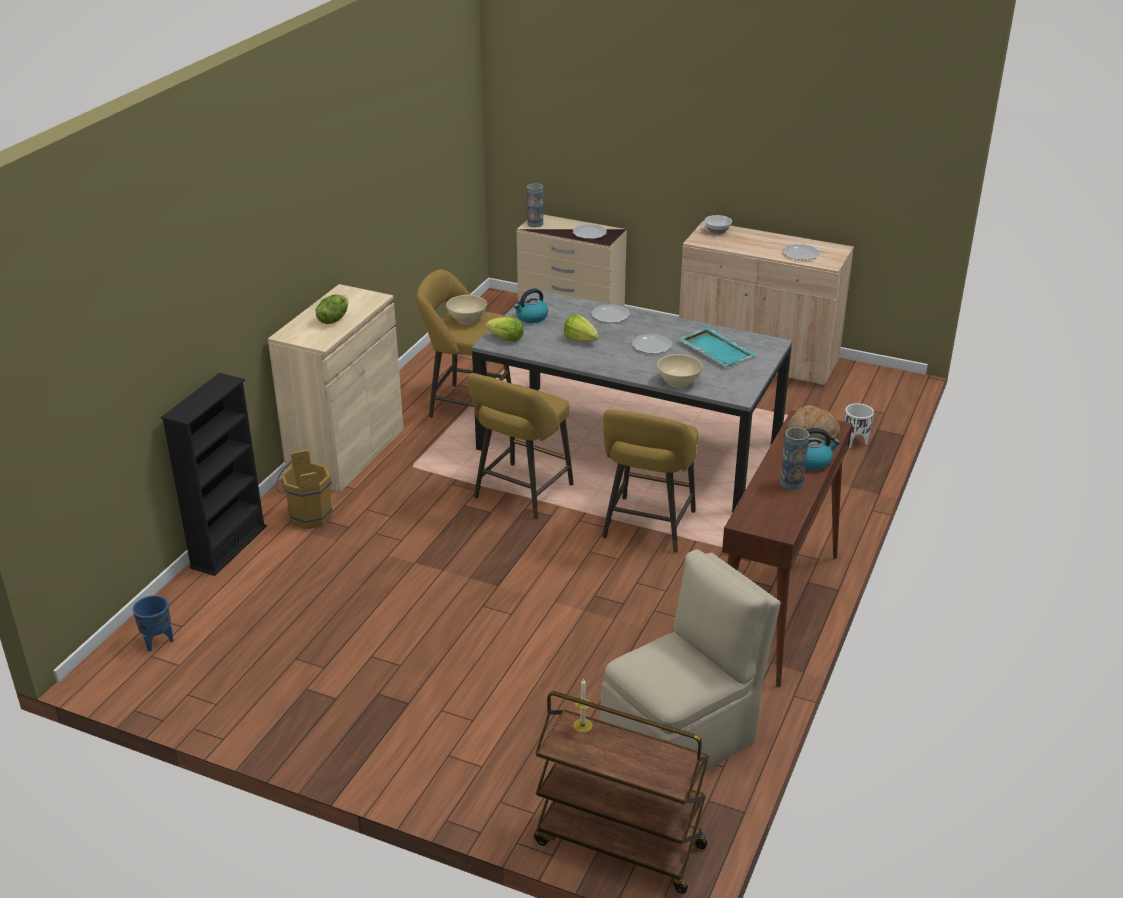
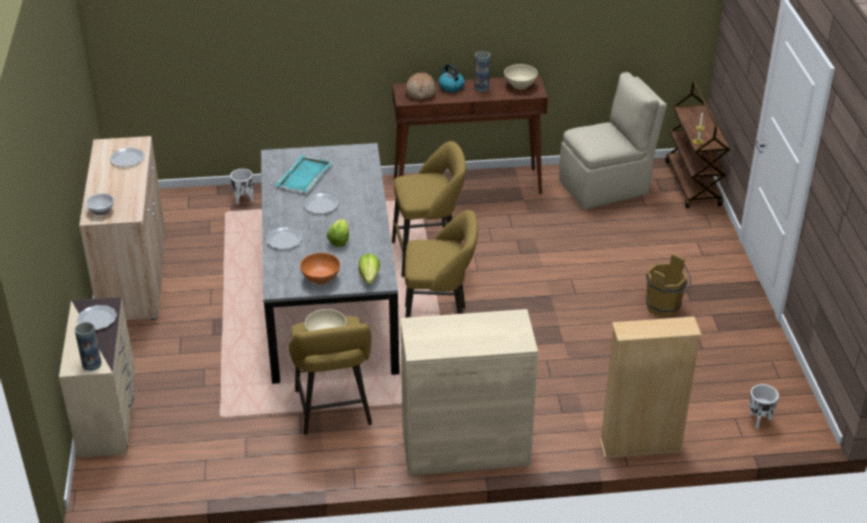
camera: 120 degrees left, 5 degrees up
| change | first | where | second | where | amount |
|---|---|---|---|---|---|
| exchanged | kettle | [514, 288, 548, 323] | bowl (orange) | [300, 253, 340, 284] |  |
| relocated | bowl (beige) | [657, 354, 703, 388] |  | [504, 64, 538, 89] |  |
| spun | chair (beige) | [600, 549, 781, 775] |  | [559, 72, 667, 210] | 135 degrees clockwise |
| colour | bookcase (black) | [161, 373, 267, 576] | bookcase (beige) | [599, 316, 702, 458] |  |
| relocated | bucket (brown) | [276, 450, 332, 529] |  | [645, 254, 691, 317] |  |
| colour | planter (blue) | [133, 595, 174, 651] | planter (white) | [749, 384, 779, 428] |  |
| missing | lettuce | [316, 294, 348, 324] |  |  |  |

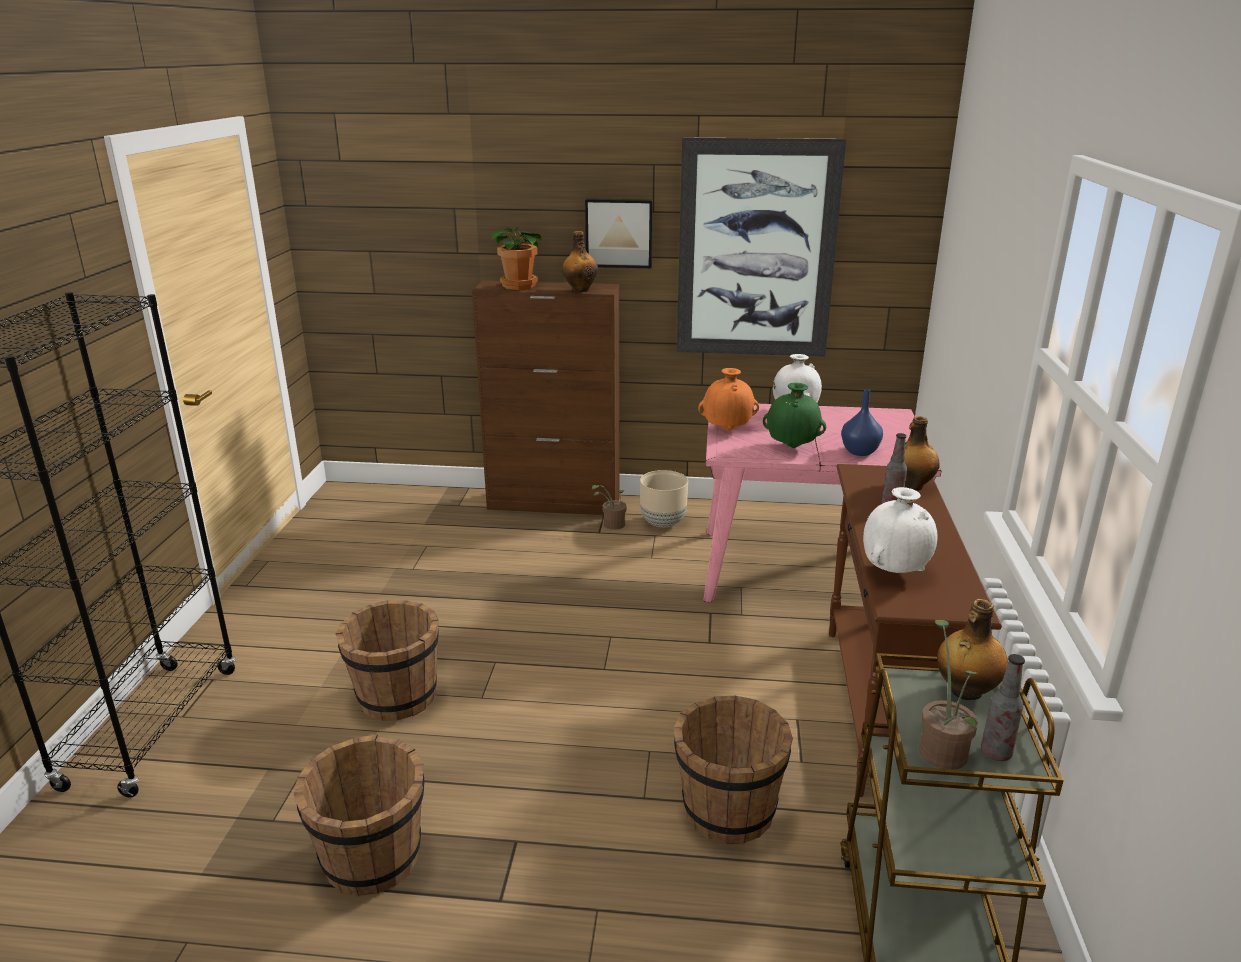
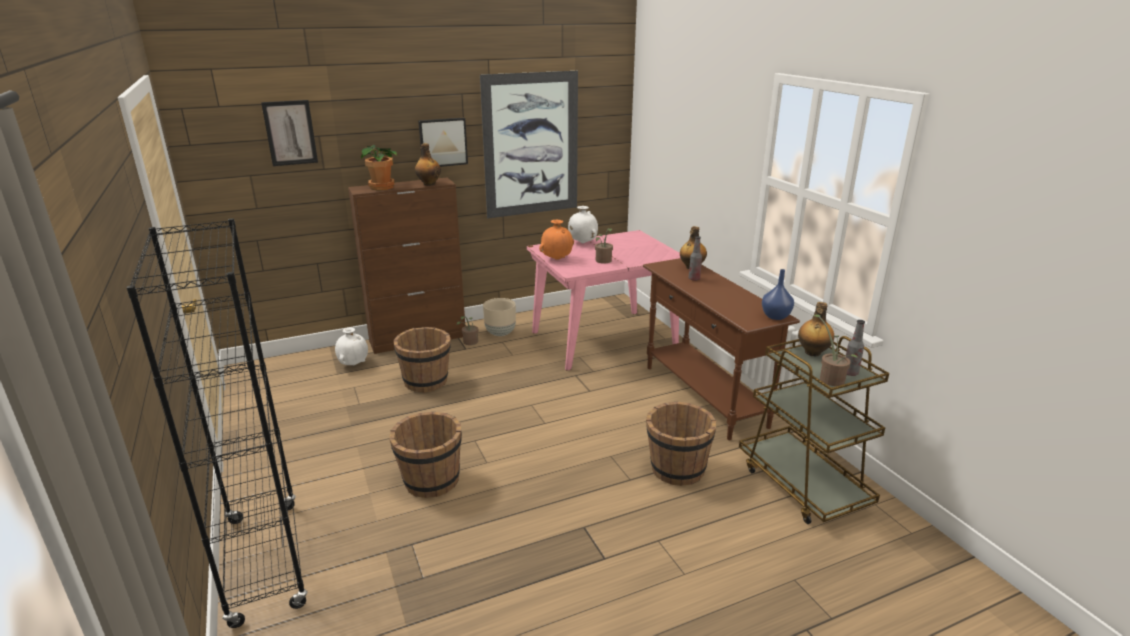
camera: 30 degrees left, 0 degrees up
| change | first | where | second | where | amount |
|---|---|---|---|---|---|
| appeared |  |  | picture | [261, 100, 318, 166] |  |
| relocated | vase (white) | [863, 487, 937, 573] |  | [335, 328, 368, 365] |  |
| relocated | bucket (brown) | [294, 735, 424, 896] |  | [394, 327, 451, 393] |  |
| exchanged | vase (green) | [763, 383, 826, 448] | potted plant | [595, 228, 613, 264] |  |
| relocated | vase (blue) | [841, 389, 883, 456] |  | [762, 269, 794, 320] |  |

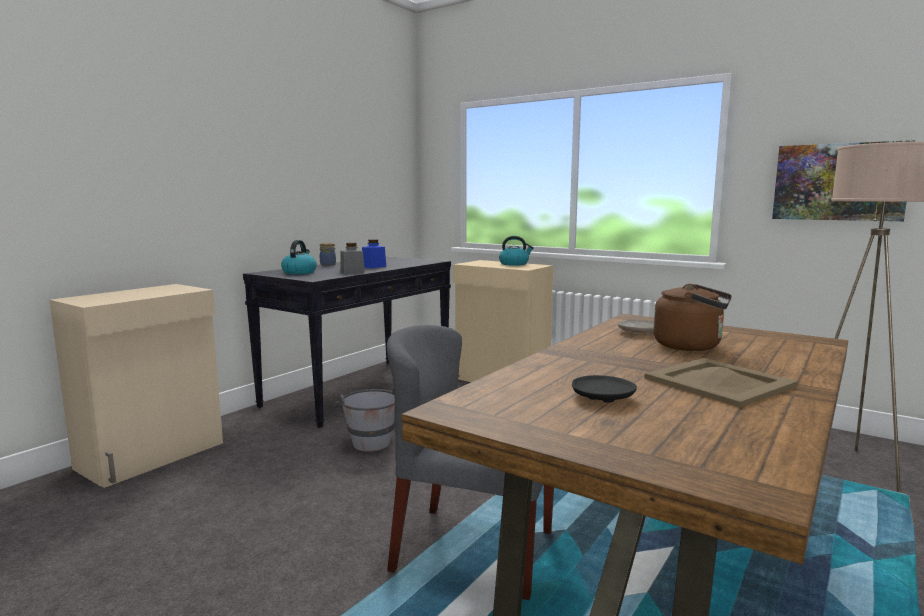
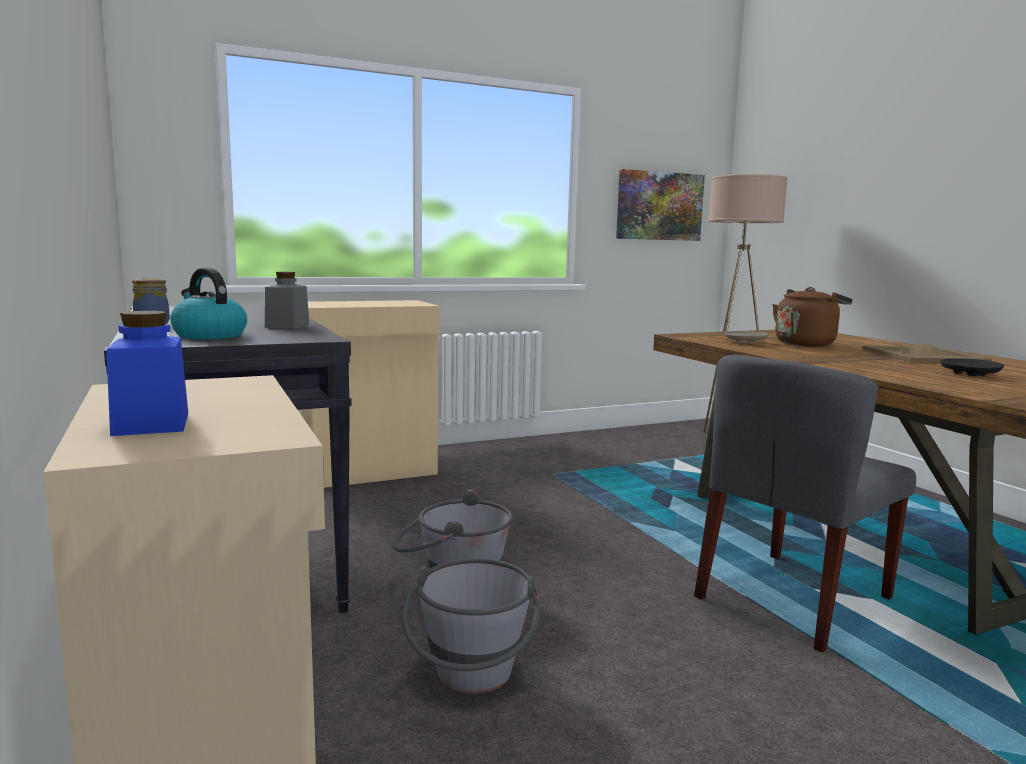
camera: 60 degrees left, 0 degrees up
| change | first | where | second | where | amount |
|---|---|---|---|---|---|
| relocated | jar (blue) | [362, 239, 386, 268] |  | [106, 311, 188, 436] |  |
| appeared |  |  | bucket (grey) | [401, 558, 540, 694] |  |
| missing | kettle | [499, 236, 534, 266] |  |  |  |

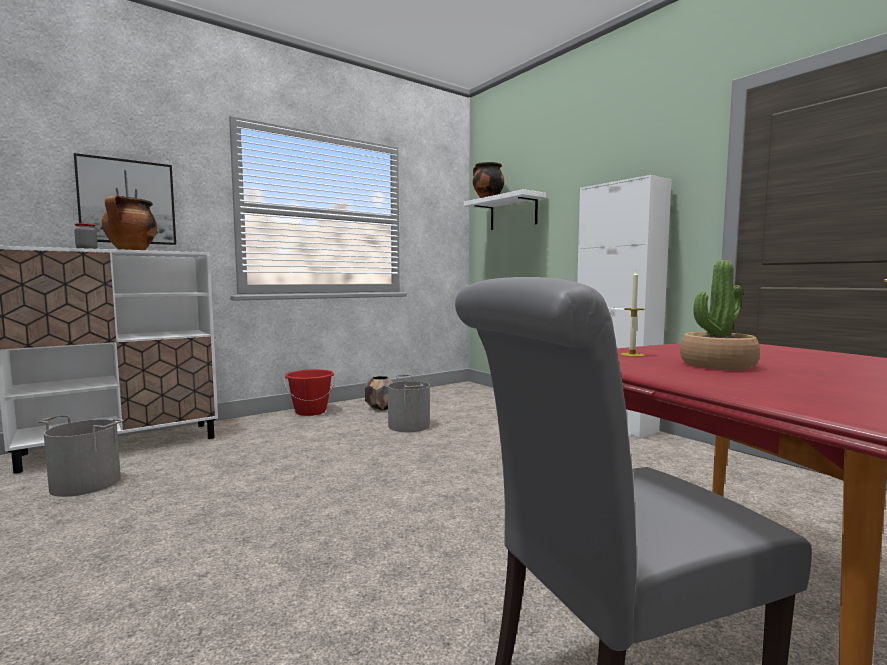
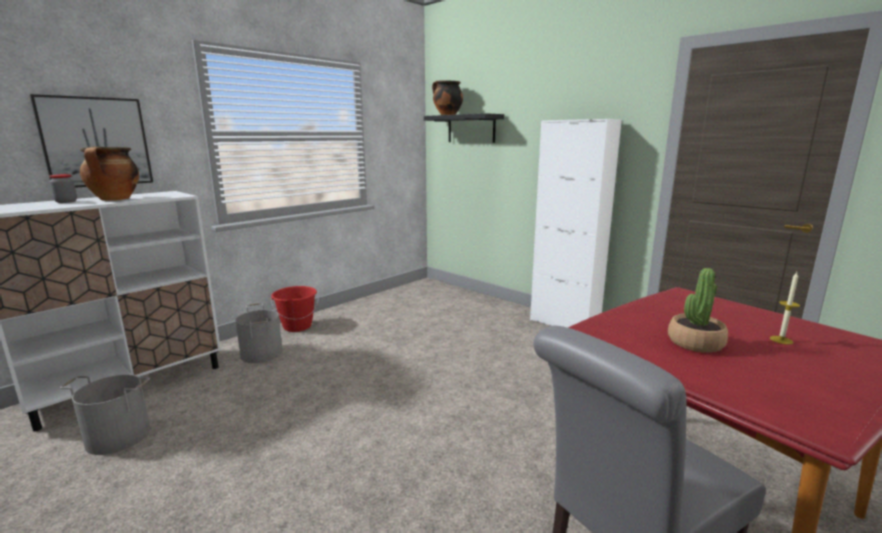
camera: 10 degrees left, 10 degrees up
| change | first | where | second | where | amount |
|---|---|---|---|---|---|
| relocated | bucket (grey) | [388, 374, 430, 432] |  | [235, 303, 282, 363] |  |
| colour | shelf (white) | [463, 189, 546, 230] | shelf (black) | [424, 113, 504, 143] |  |
| relocated | candle | [620, 270, 645, 357] |  | [770, 272, 800, 345] |  |
| missing | planter (brown) | [365, 376, 394, 411] |  |  |  |

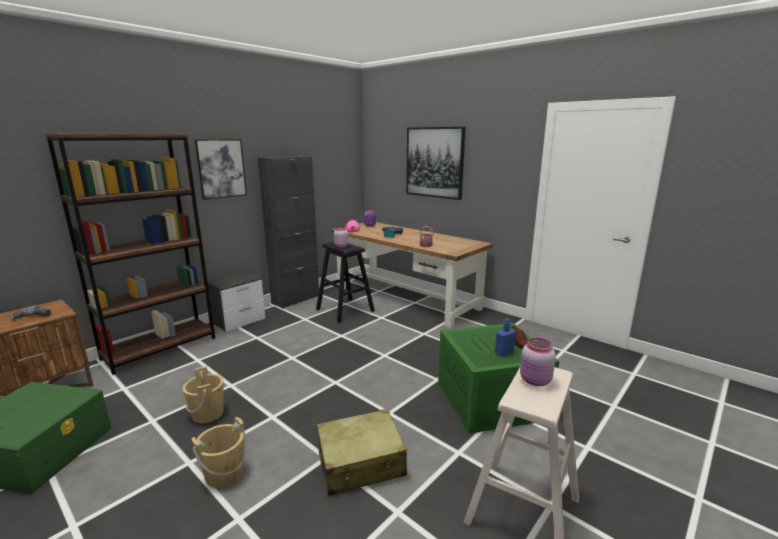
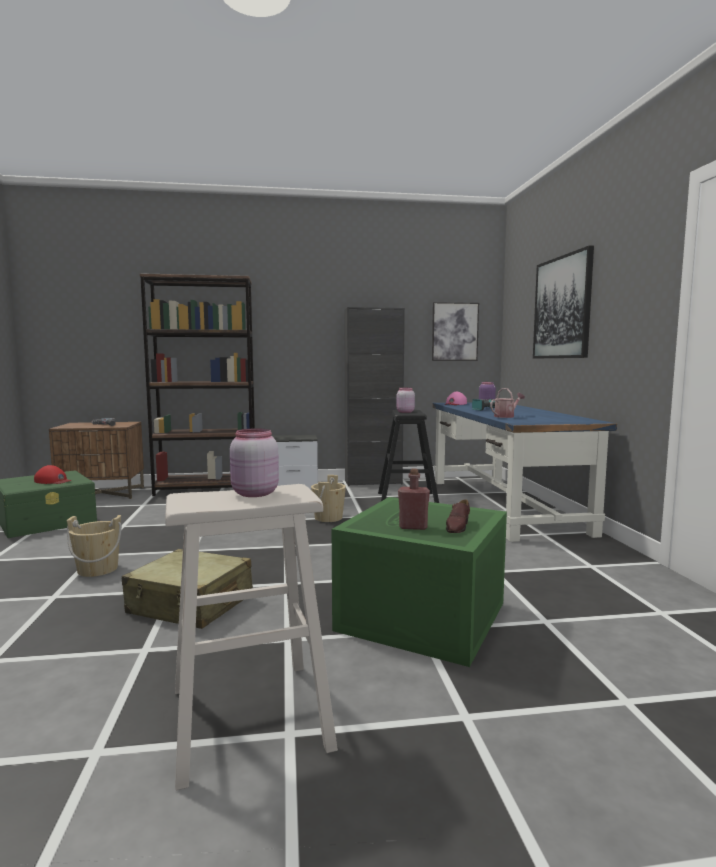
camera: 40 degrees right, 10 degrees down
| change | first | where | second | where | amount |
|---|---|---|---|---|---|
| appeared |  |  | cap (red) | [34, 465, 72, 484] |  |
| relocated | bucket (beige) | [182, 366, 223, 423] |  | [311, 475, 346, 522] |  |
| colour | bottle (blue) | [495, 318, 516, 357] | bottle (red) | [398, 469, 430, 530] |  |
| relocated | picture | [195, 139, 247, 200] |  | [432, 302, 479, 361] |  |
| colour | desk (brown) | [331, 222, 493, 328] | desk (blue) | [432, 402, 617, 542] |  |

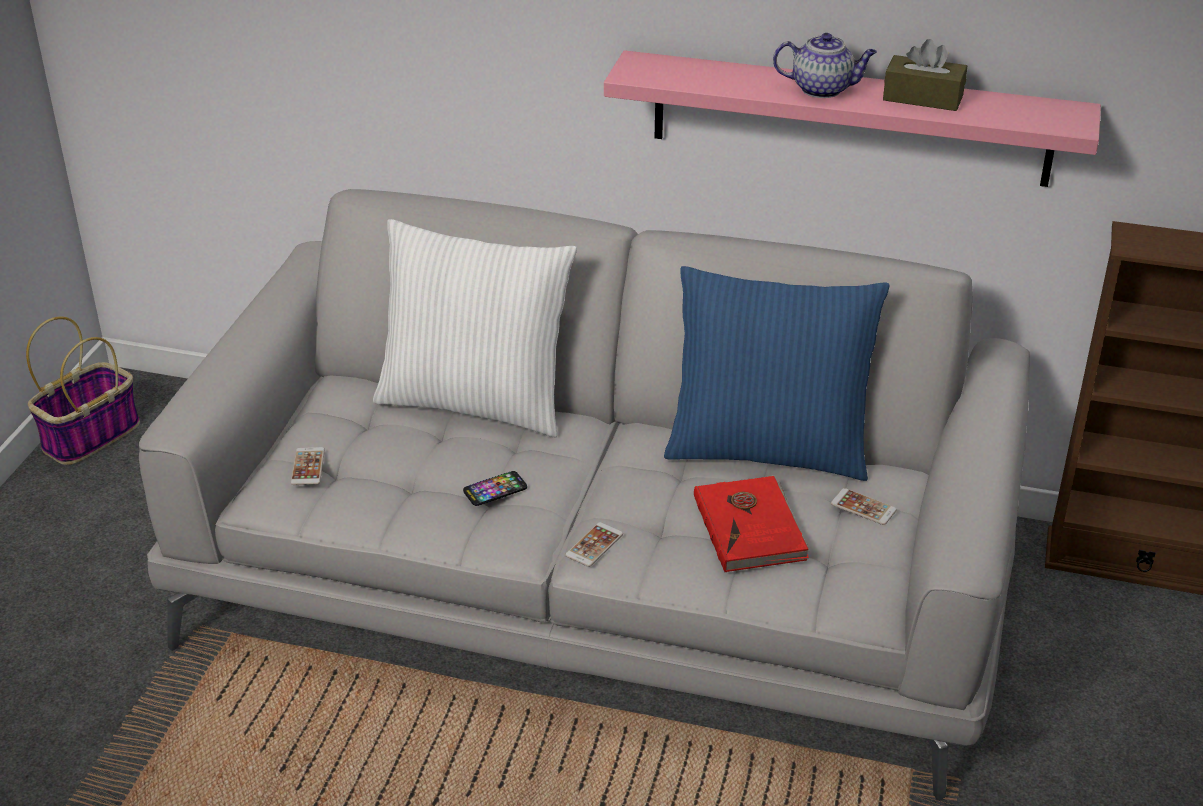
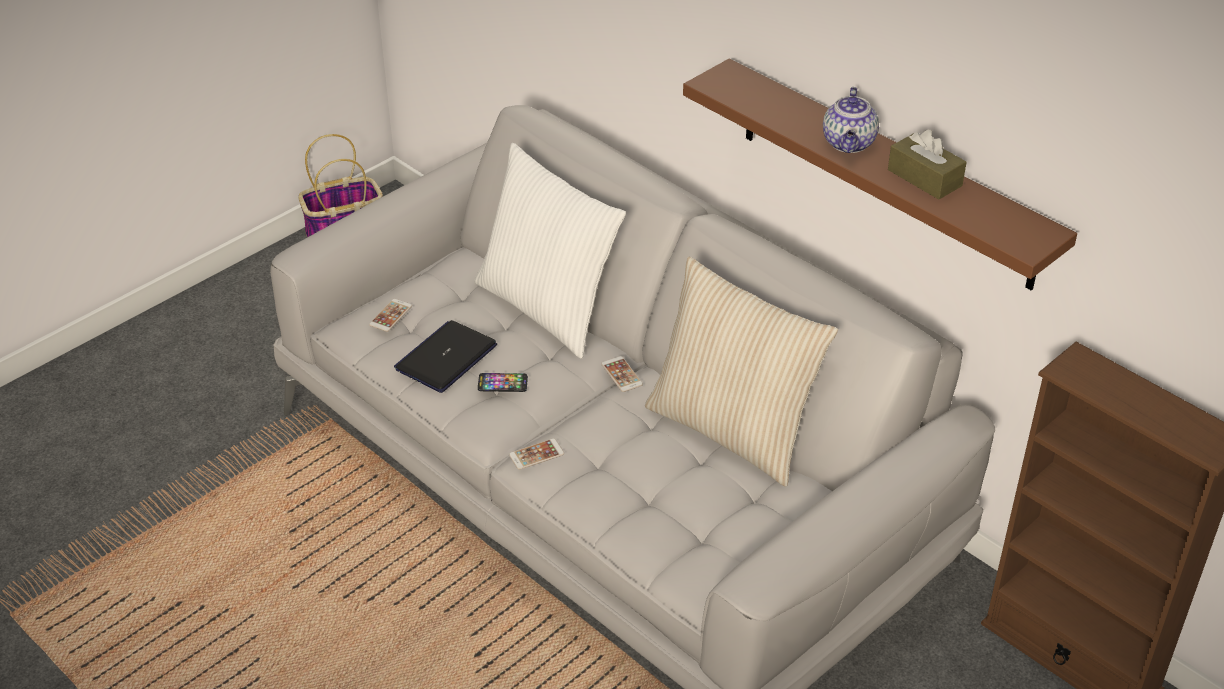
camera: 30 degrees right, 5 degrees up
| change | first | where | second | where | amount |
|---|---|---|---|---|---|
| appeared |  |  | laptop | [394, 320, 497, 393] |  |
| relocated | phone | [831, 488, 897, 525] |  | [601, 356, 643, 392] |  |
| colour | pillow (blue) | [664, 266, 889, 481] | pillow (beige) | [645, 257, 838, 487] |  |
| colour | shelf (pink) | [604, 50, 1101, 187] | shelf (brown) | [683, 58, 1077, 291] |  |
| spun | teapot | [773, 33, 877, 98] |  | [823, 87, 879, 153] | 60 degrees clockwise |
| missing | book (red) | [694, 475, 810, 572] |  |  |  |

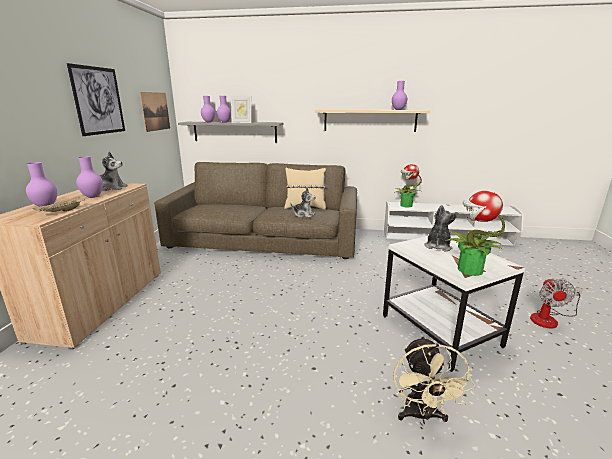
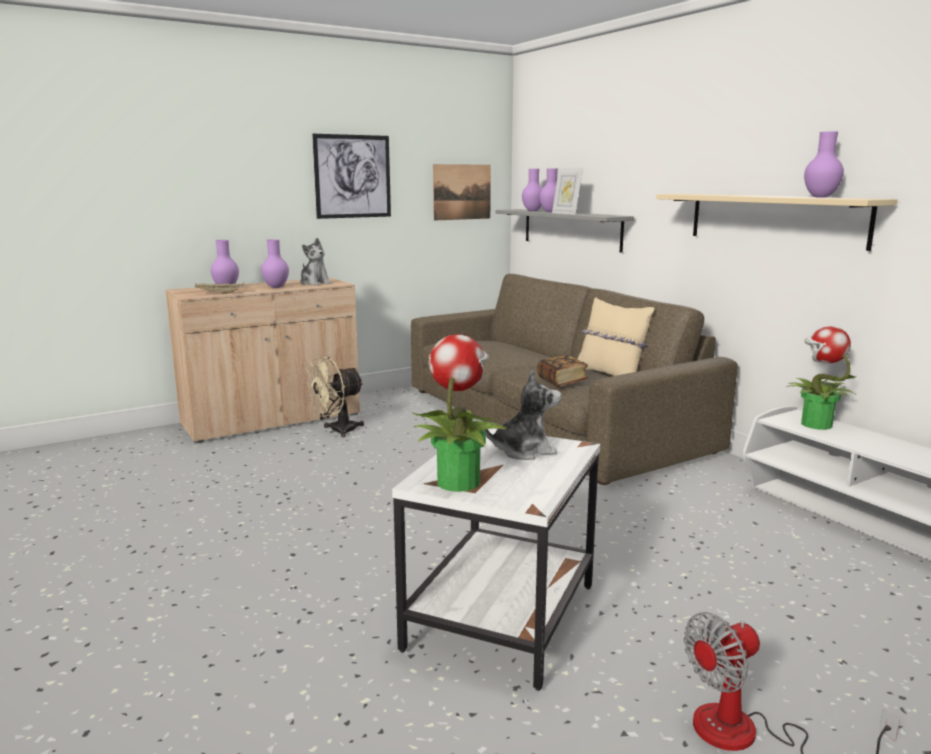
camera: 50 degrees right, 5 degrees down
| change | first | where | second | where | amount |
|---|---|---|---|---|---|
| relocated | fan (beige) | [393, 336, 475, 424] |  | [305, 357, 364, 438] |  |
| exchanged | plush toy | [290, 188, 315, 218] | book | [537, 355, 589, 387] |  |

